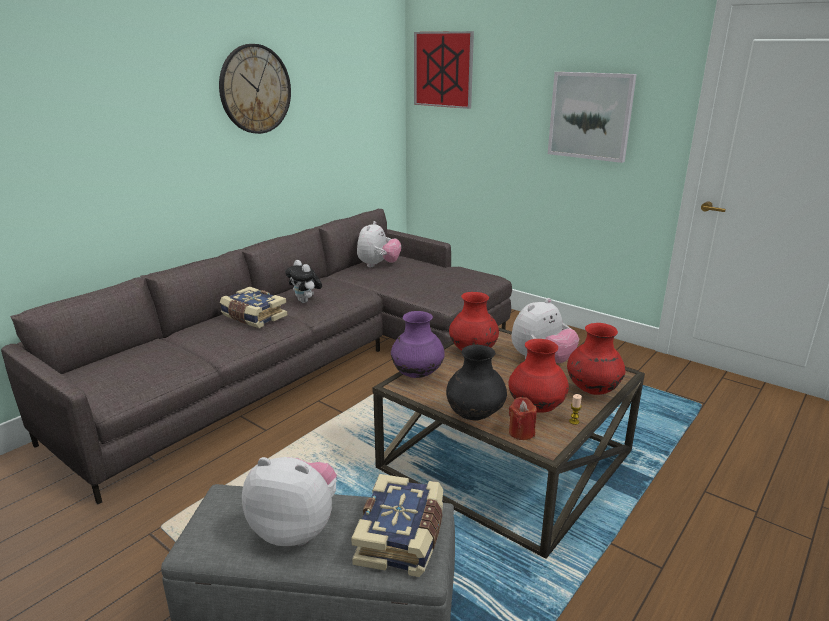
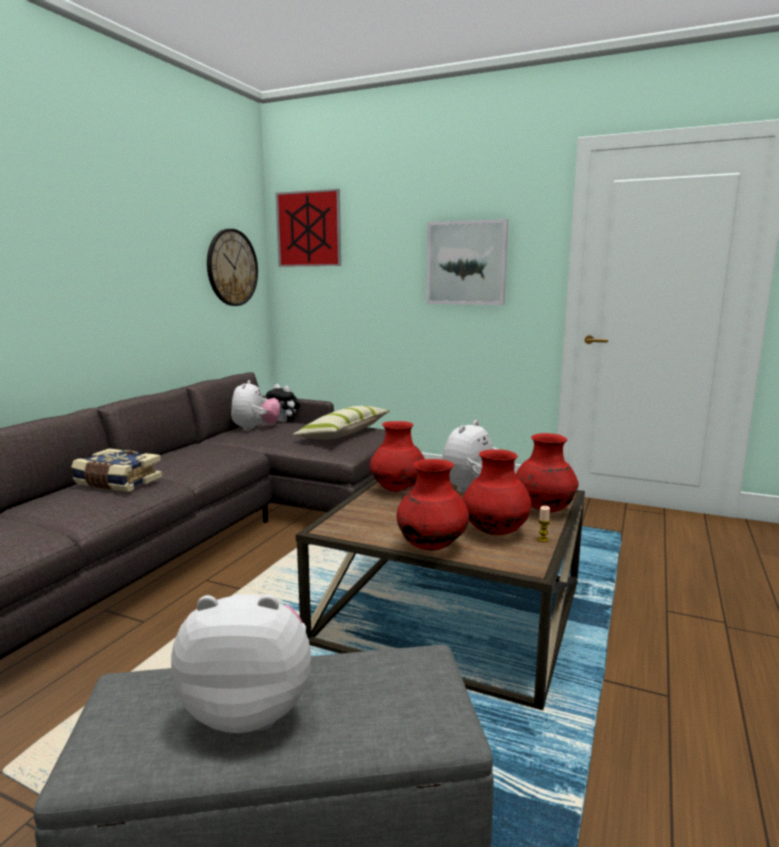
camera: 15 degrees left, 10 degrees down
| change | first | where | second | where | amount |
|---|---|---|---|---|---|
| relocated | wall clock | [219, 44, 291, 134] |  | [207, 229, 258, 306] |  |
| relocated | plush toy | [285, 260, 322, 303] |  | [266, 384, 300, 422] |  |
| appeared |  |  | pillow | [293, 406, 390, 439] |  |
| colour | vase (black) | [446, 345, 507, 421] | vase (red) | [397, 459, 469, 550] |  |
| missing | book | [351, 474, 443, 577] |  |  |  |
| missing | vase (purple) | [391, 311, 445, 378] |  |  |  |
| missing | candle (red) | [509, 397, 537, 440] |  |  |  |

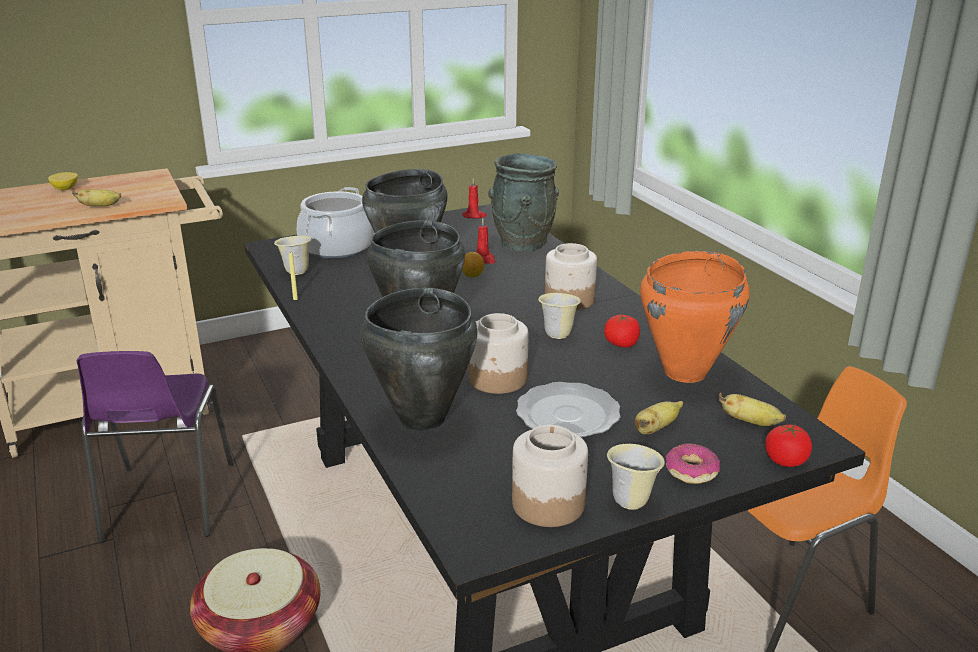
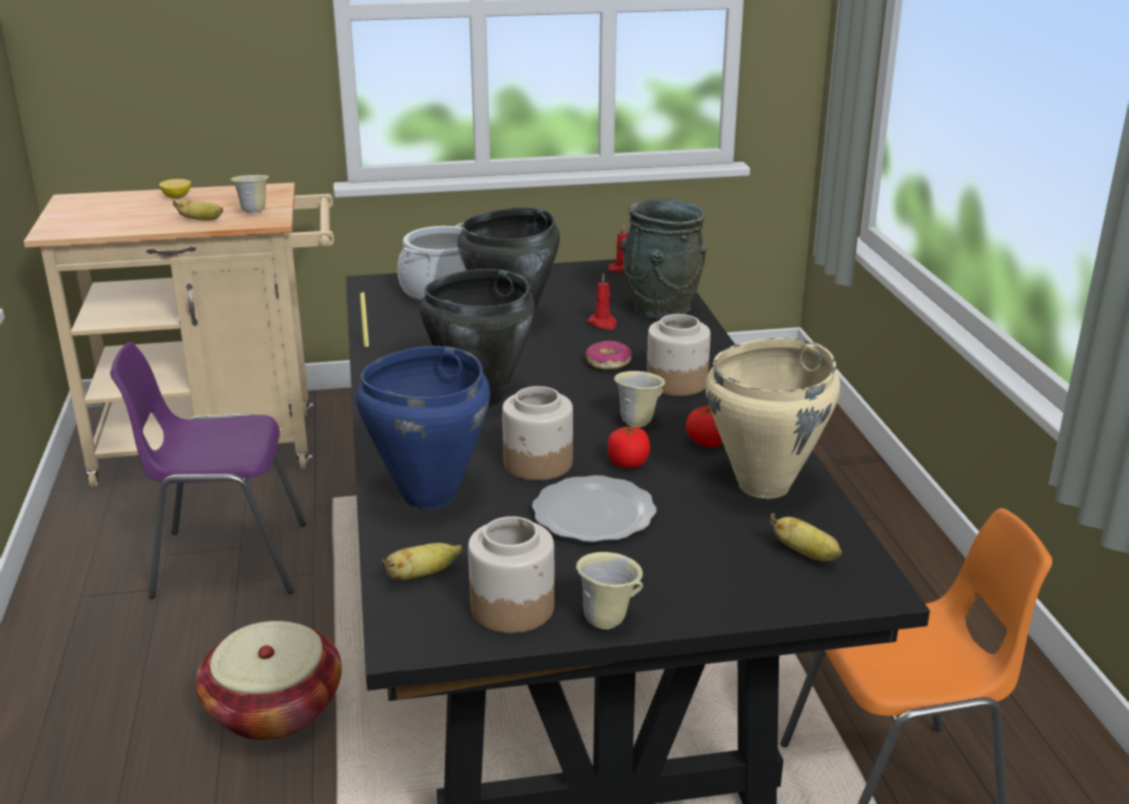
camera: 15 degrees right, 0 degrees up
| change | first | where | second | where | amount |
|---|---|---|---|---|---|
| spun | chair (purple) | [77, 351, 233, 543] |  | [110, 342, 306, 599] | 75 degrees clockwise |
| relocated | mug (beige) | [274, 236, 312, 275] |  | [231, 175, 269, 214] |  |
| colour | cooking pot (black) | [360, 288, 478, 431] | cooking pot (blue) | [356, 346, 490, 509] |  |
| relocated | banana | [635, 401, 683, 434] |  | [382, 543, 462, 580] |  |
| relocated | donut | [665, 443, 720, 484] |  | [585, 341, 632, 370] |  |
| relocated | tomato | [765, 425, 812, 467] |  | [607, 426, 650, 468] |  |
| colour | cooking pot (orange) | [640, 251, 750, 383] | cooking pot (beige) | [705, 338, 840, 499] |  |
| missing | lemon | [462, 252, 484, 278] |  |  |  |

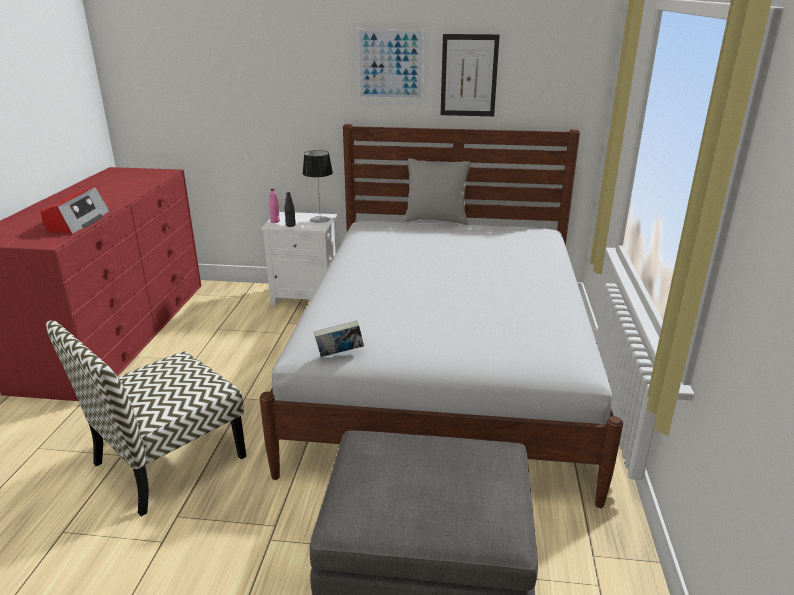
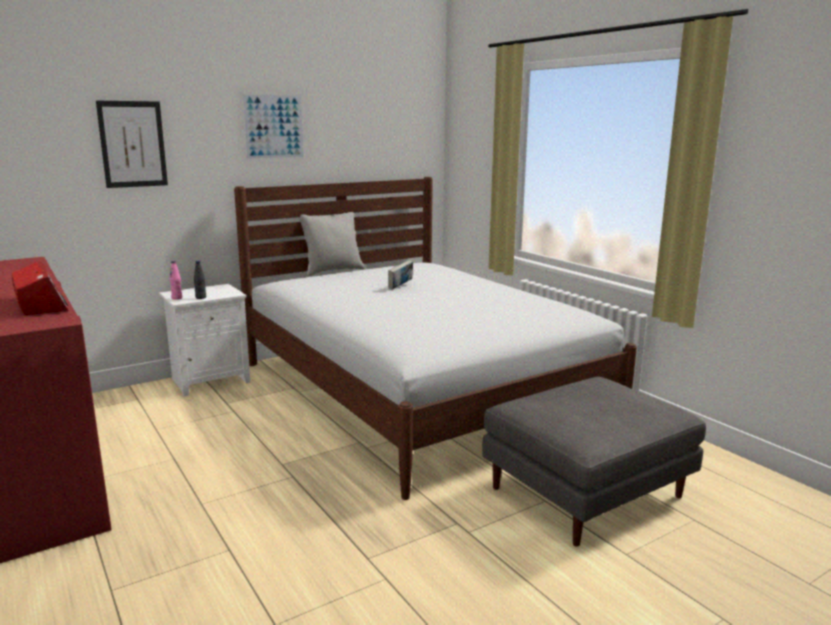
camera: 40 degrees left, 10 degrees down
| change | first | where | second | where | amount |
|---|---|---|---|---|---|
| relocated | picture | [441, 34, 500, 116] |  | [96, 101, 168, 188] |  |
| relocated | book | [314, 320, 364, 357] |  | [388, 260, 413, 290] |  |
| missing | chair | [46, 320, 246, 516] |  |  |  |
| missing | table lamp | [302, 150, 333, 223] |  |  |  |

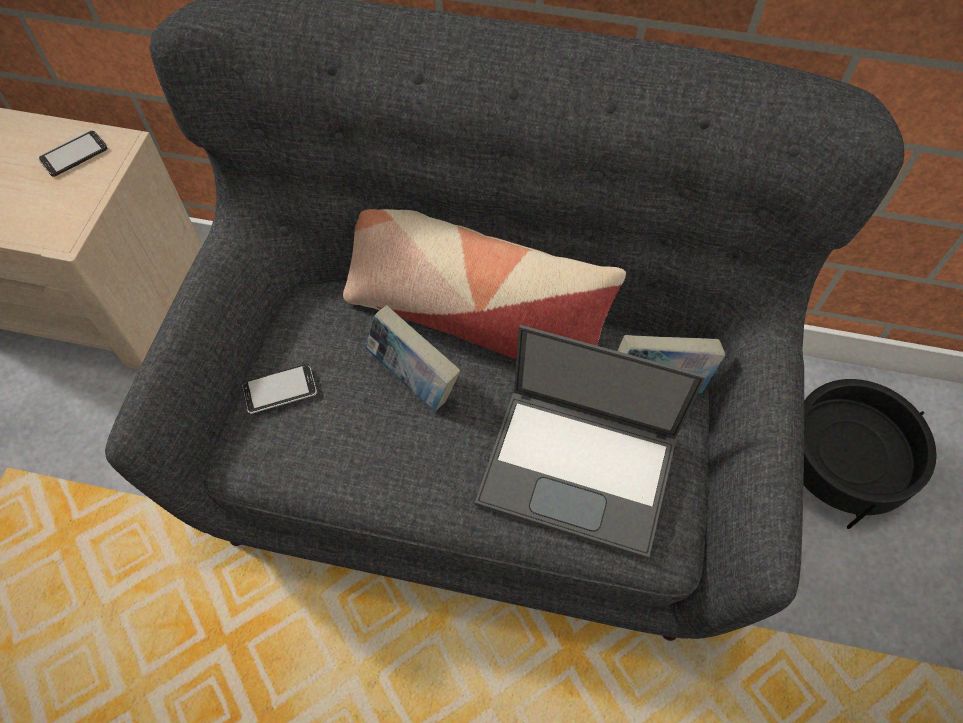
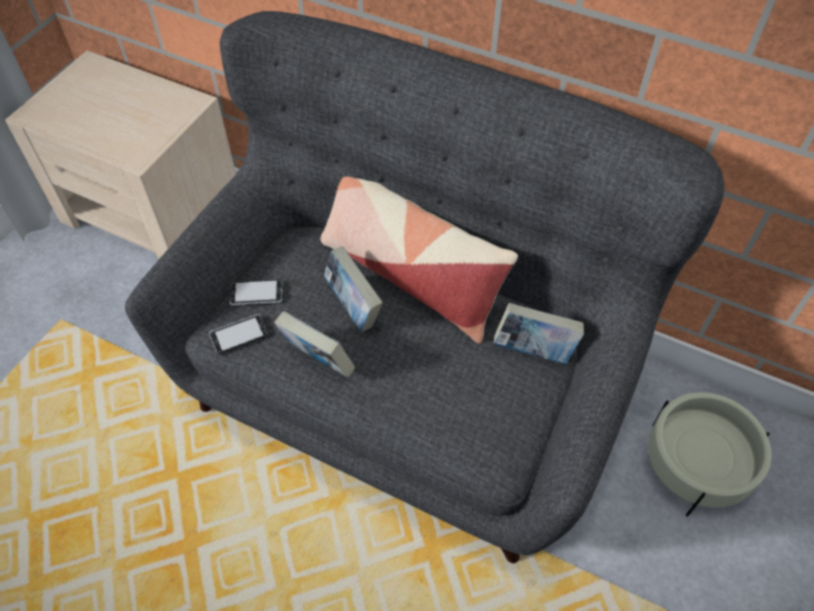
camera: 15 degrees right, 5 degrees down
| change | first | where | second | where | amount |
|---|---|---|---|---|---|
| relocated | phone | [38, 130, 107, 177] |  | [209, 314, 268, 354] |  |
| appeared |  |  | book | [274, 311, 355, 378] |  |
| colour | planter (black) | [803, 379, 936, 529] | planter (beige) | [648, 392, 771, 517] |  |
| missing | laptop | [475, 325, 706, 560] |  |  |  |

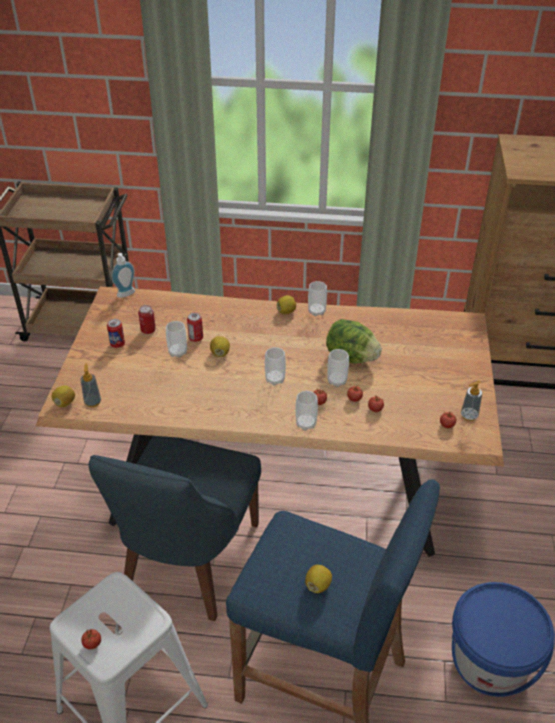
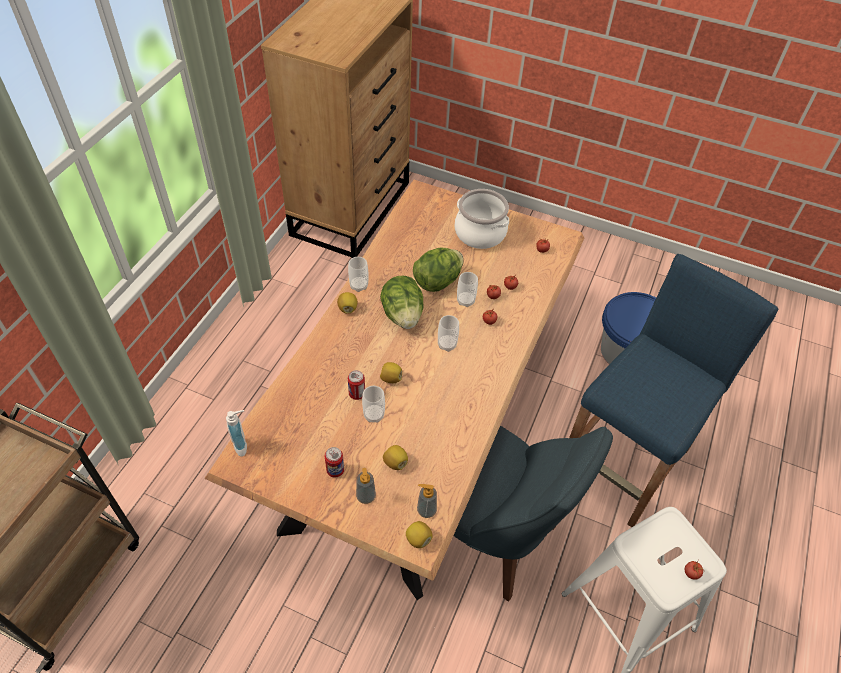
camera: 75 degrees left, 10 degrees up
| change | first | where | second | where | amount |
|---|---|---|---|---|---|
| relocated | soap dispenser | [461, 380, 482, 421] |  | [356, 468, 376, 504] |  |
| appeared |  |  | lettuce | [380, 276, 423, 329] |  |
| relocated | lemon | [305, 565, 332, 593] |  | [383, 445, 408, 470] |  |
| appeared |  |  | cooking pot | [455, 189, 509, 249] |  |
| missing | can | [138, 305, 156, 334] |  |  |  |
| missing | cup | [295, 391, 318, 431] |  |  |  |

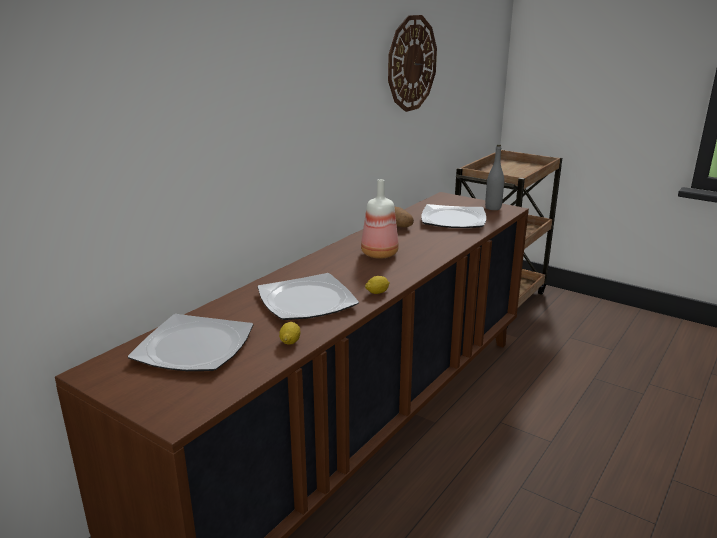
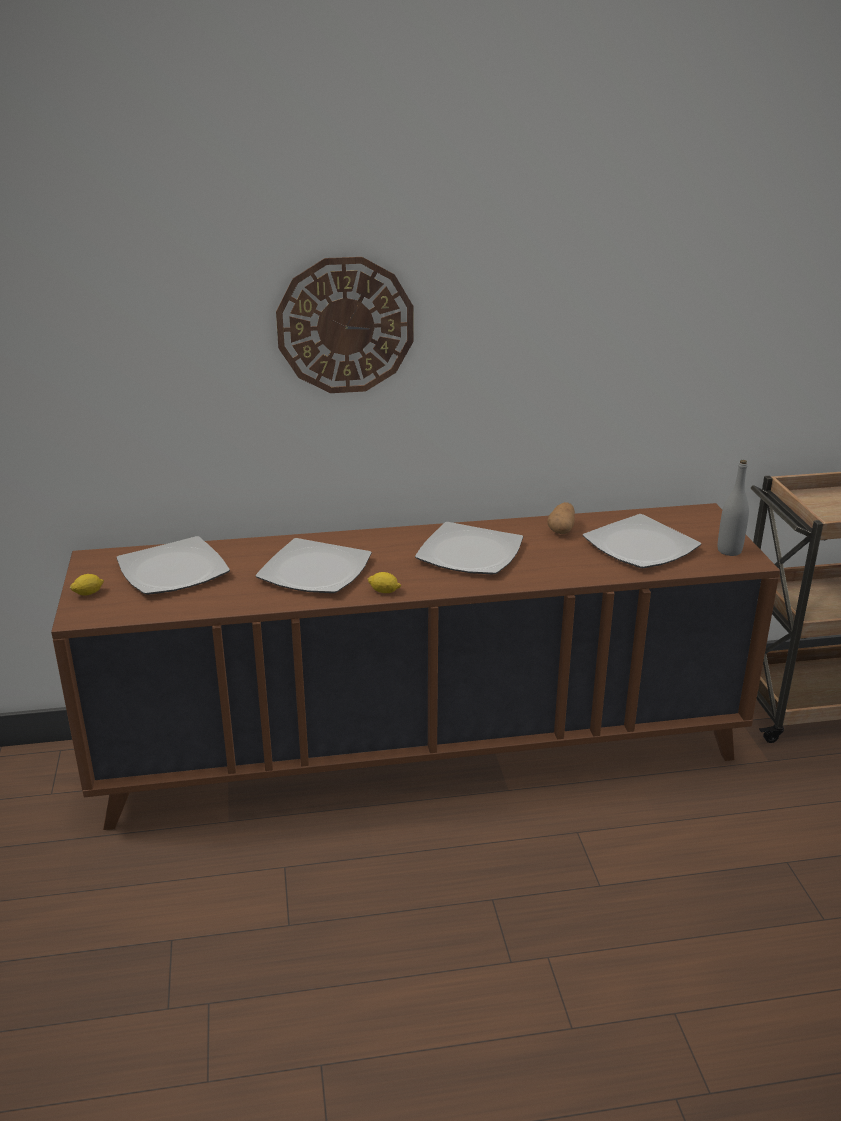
camera: 45 degrees right, 5 degrees up
| change | first | where | second | where | amount |
|---|---|---|---|---|---|
| relocated | lemon | [279, 322, 301, 345] |  | [70, 574, 104, 596] |  |
| relocated | wall clock | [388, 15, 437, 112] |  | [276, 257, 413, 393] |  |
| exchanged | bottle | [361, 179, 399, 259] | plate | [415, 522, 523, 575] |  |

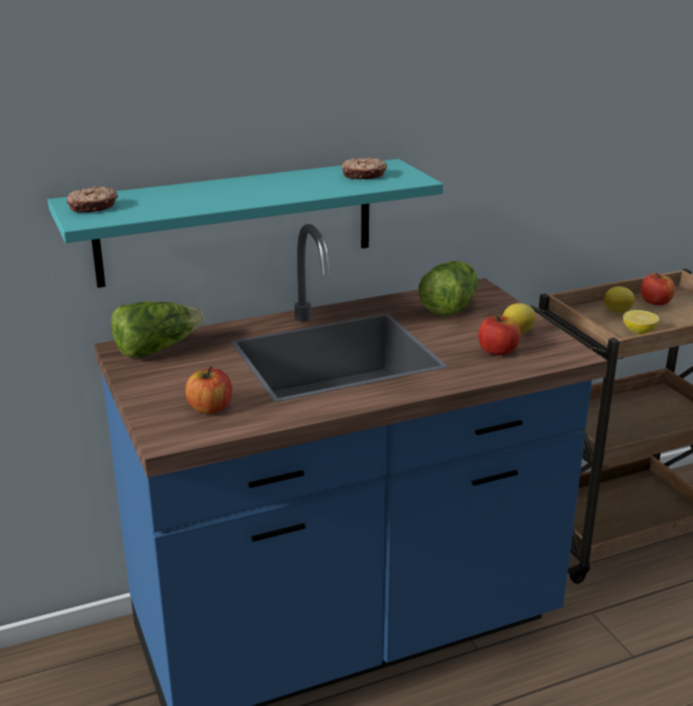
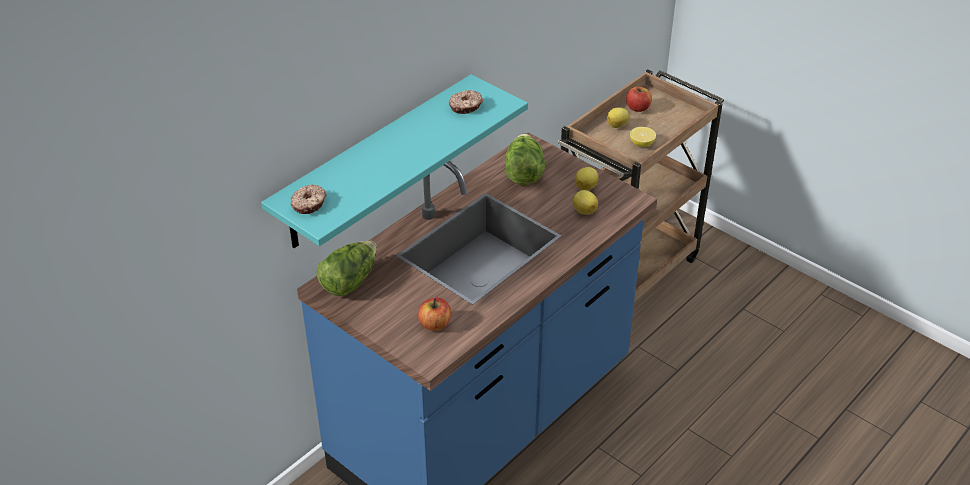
camera: 25 degrees left, 15 degrees up
| change | first | where | second | where | amount |
|---|---|---|---|---|---|
| exchanged | apple | [478, 316, 521, 355] | lemon | [573, 190, 598, 215] |  |

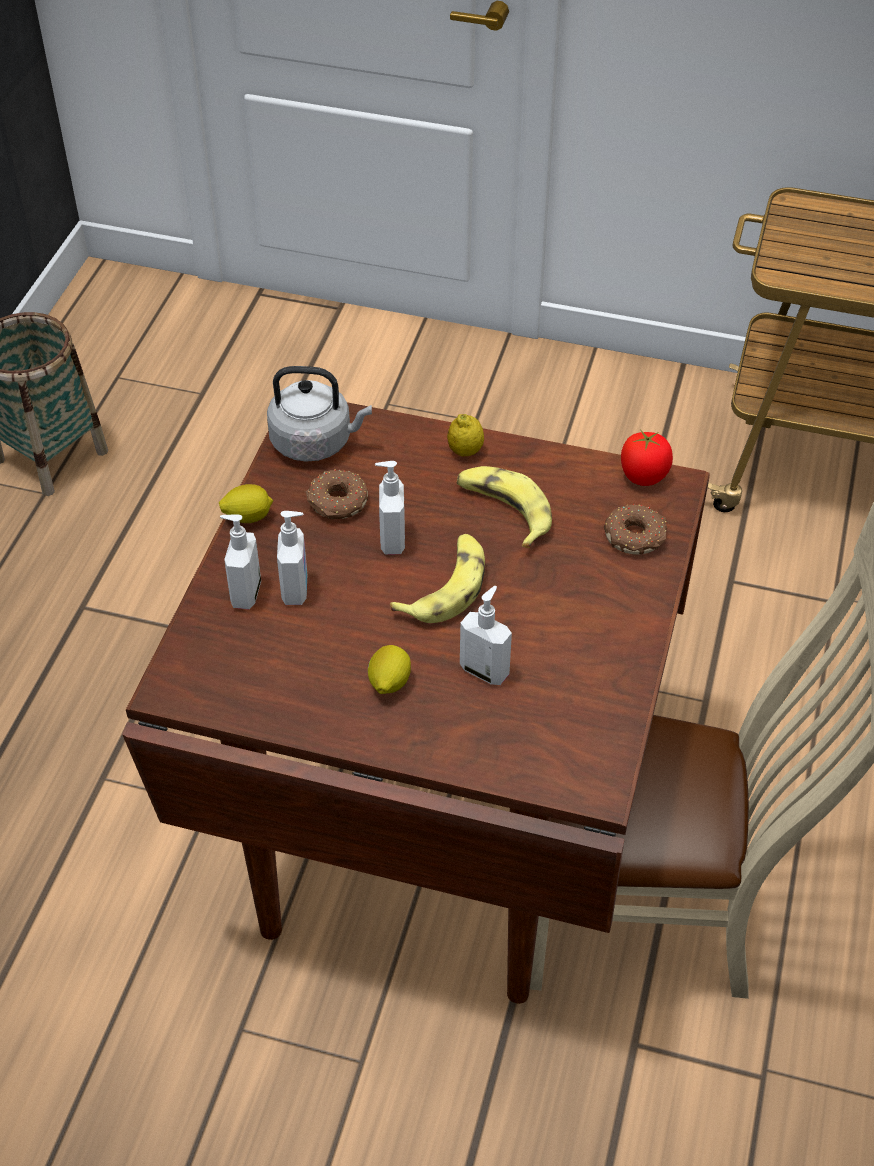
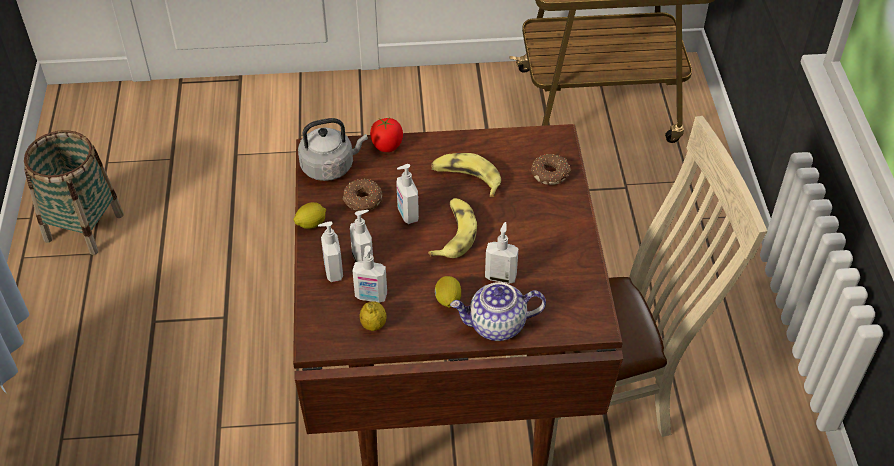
camera: 20 degrees left, 0 degrees up
| change | first | where | second | where | amount |
|---|---|---|---|---|---|
| appeared |  |  | soap dispenser | [352, 245, 387, 303] |  |
| relocated | lemon | [447, 414, 484, 456] |  | [360, 301, 387, 331] |  |
| relocated | tomato | [621, 430, 673, 486] |  | [370, 117, 403, 152] |  |
| appeared |  |  | teapot | [450, 282, 546, 341] |  |

